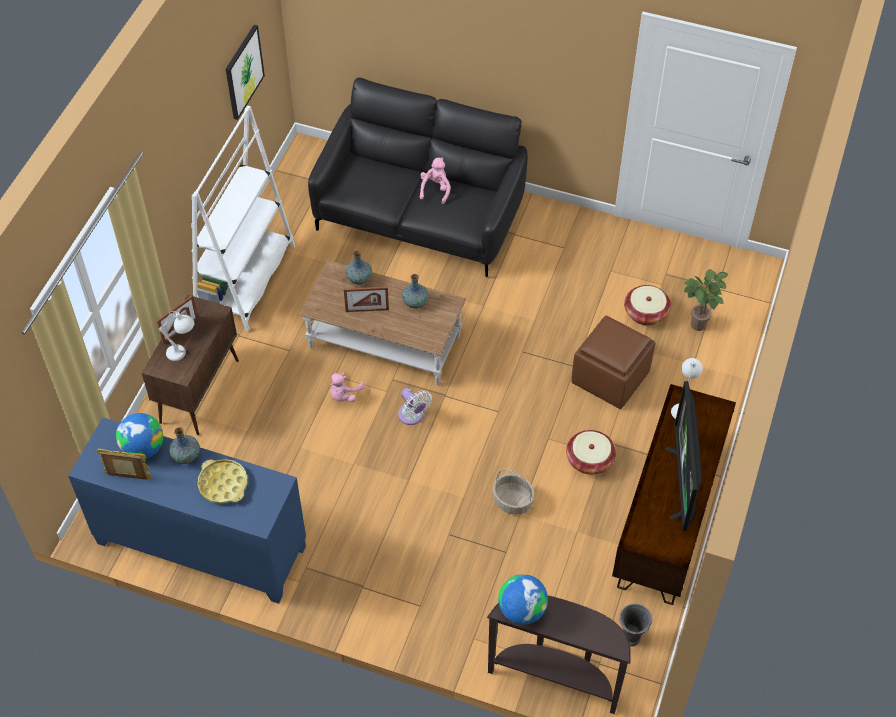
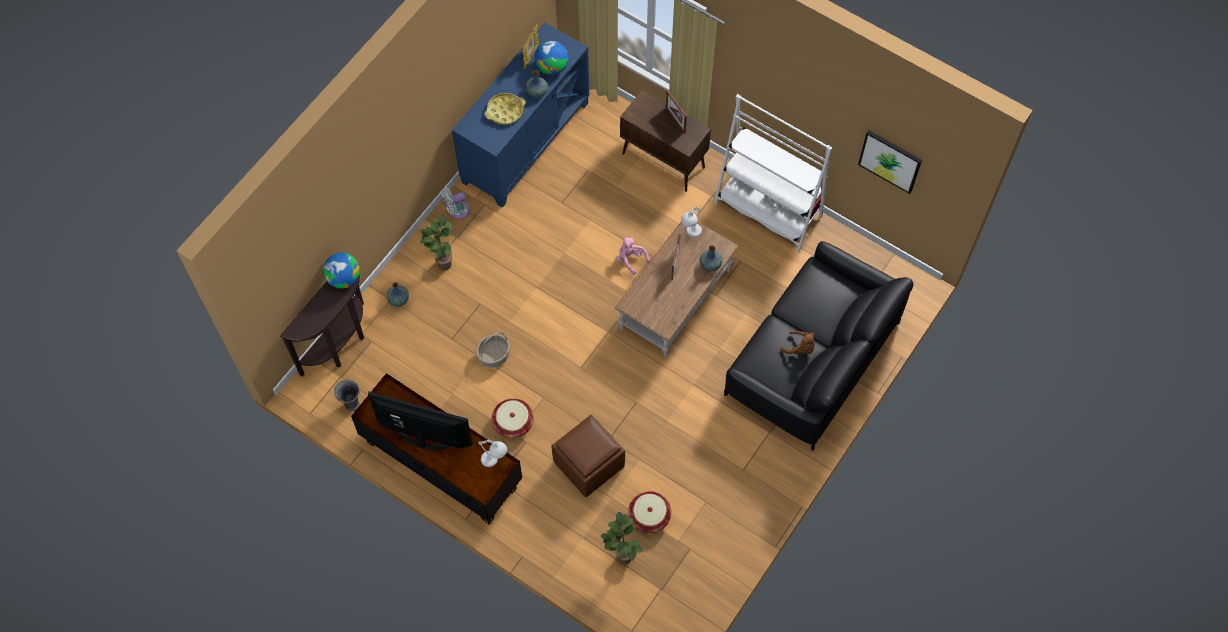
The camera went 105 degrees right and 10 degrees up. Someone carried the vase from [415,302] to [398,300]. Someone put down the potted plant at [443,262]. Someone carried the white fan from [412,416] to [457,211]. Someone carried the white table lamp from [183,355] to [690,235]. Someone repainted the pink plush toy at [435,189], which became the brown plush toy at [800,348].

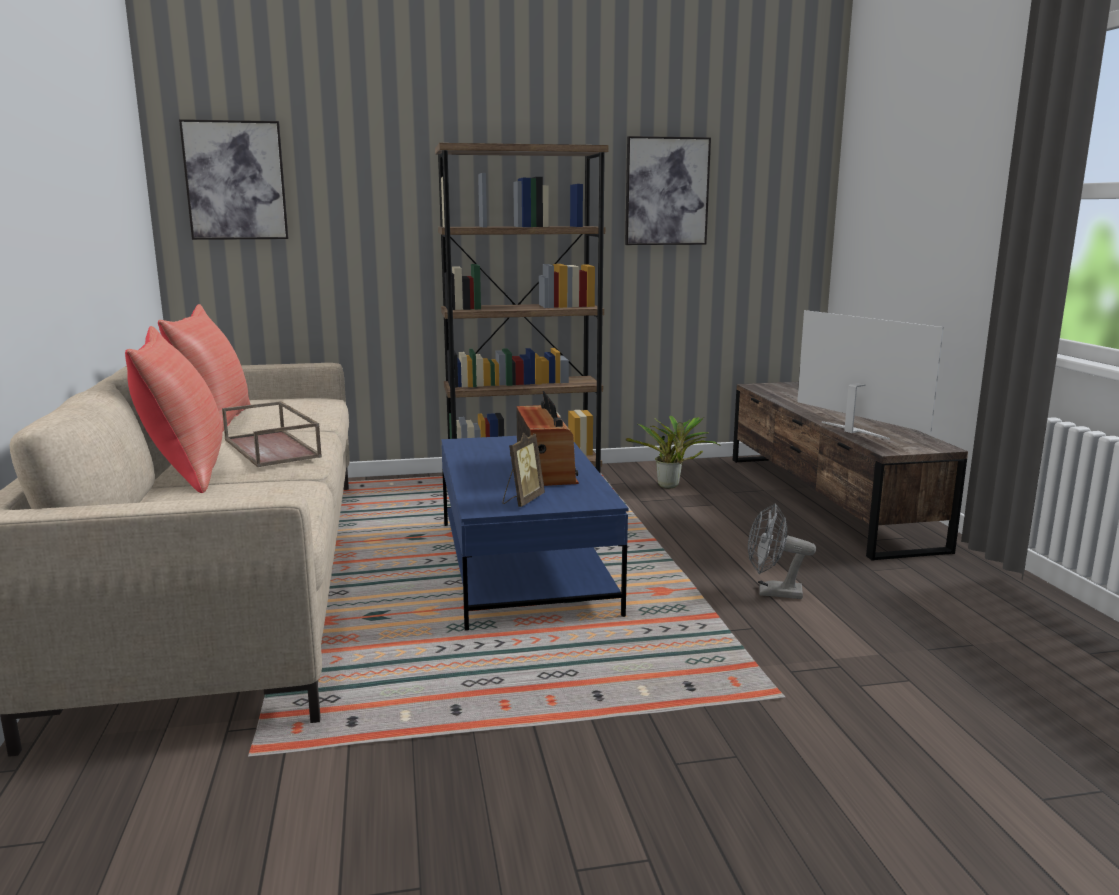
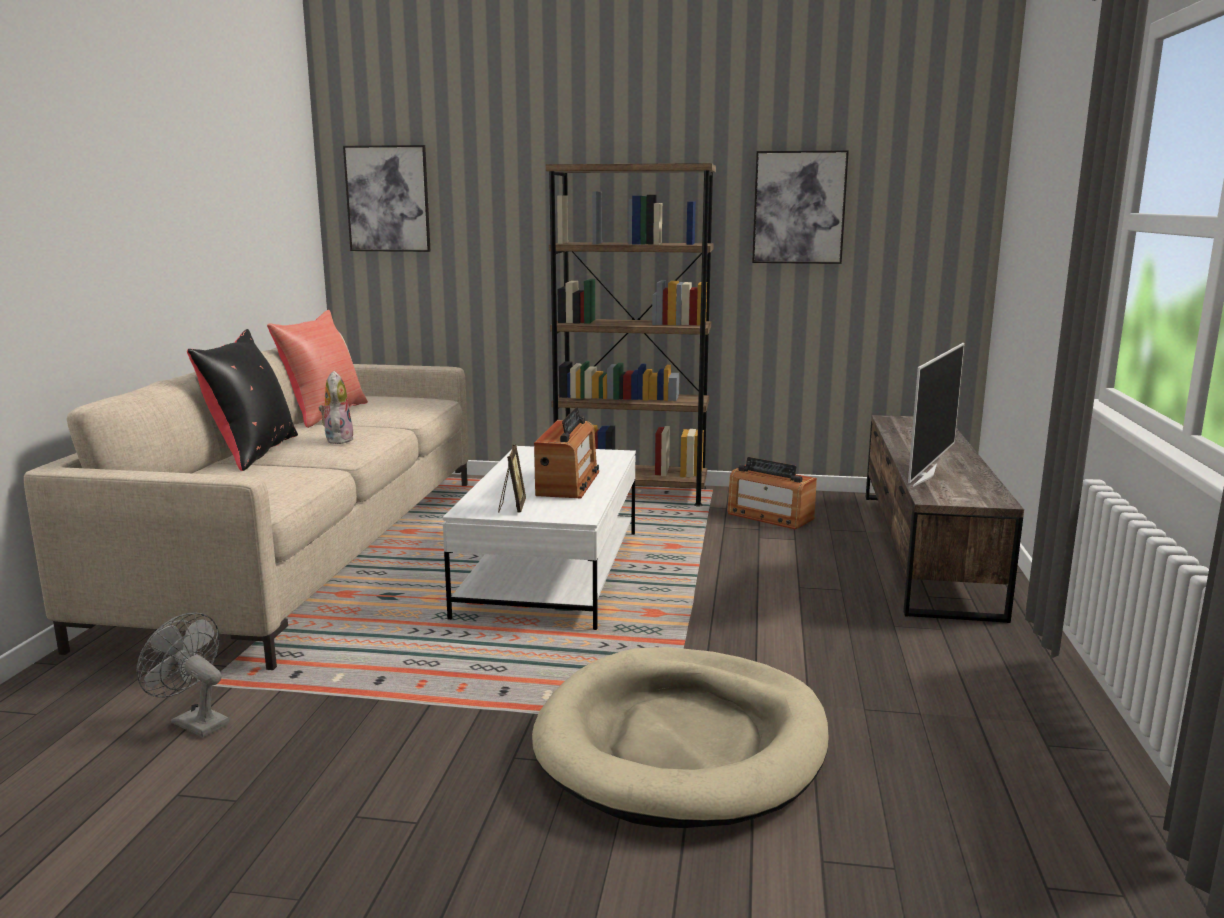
The camera went 20 degrees right and 0 degrees up. Someone carried the grey fan from [772,592] to [193,722]. Someone repainted the red pillow at [185,471], which became the black pillow at [252,452]. Someone swapped the brown tray at [273,448] for the plush toy at [337,440]. Someone repainted the blue coffee table at [523,566], which became the white coffee table at [551,572]. Someone rotated the picture frame at [522,501] by 45 degrees counterclockwise. Someone put down the beige dog bed at [682,743]. Someone swapped the potted plant at [671,486] for the radio at [769,516]. Someone rotated the television at [853,431] by 45 degrees clockwise.

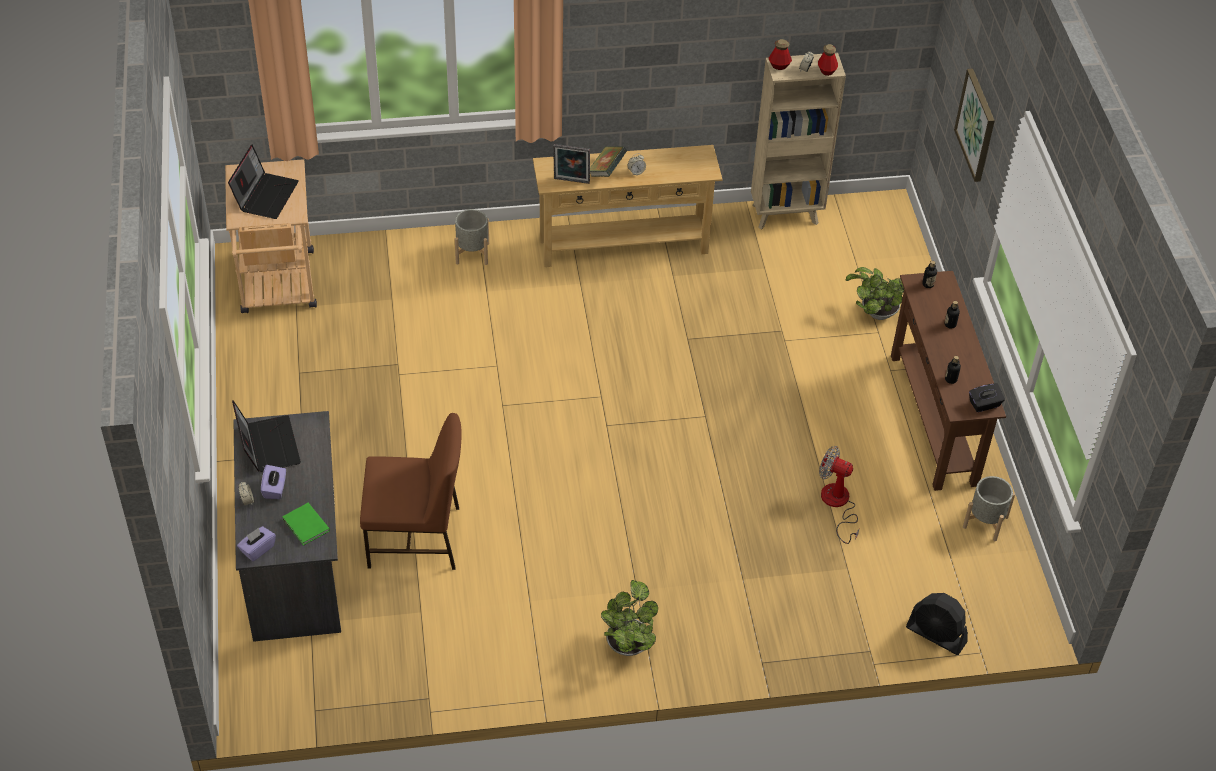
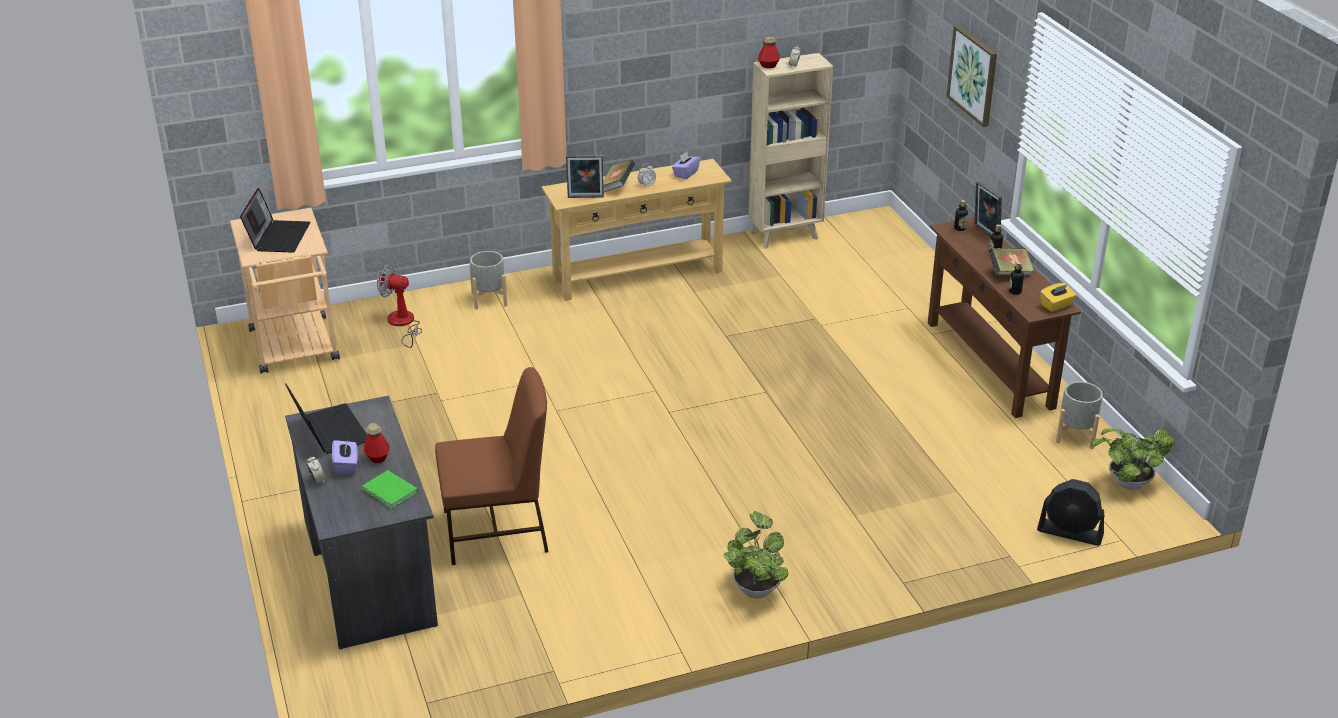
The camera went 10 degrees left and 15 degrees down. Someone carried the bottle from [826,71] to [377,457]. Someone carried the fan from [837,504] to [403,324]. Someone carried the purple tissue box from [257,549] to [685,173]. Someone put down the picture frame at [985,233]. Someone put down the book at [1009,273]. Someone repainted the black tissue box at [984,404], which became the yellow tissue box at [1056,305]. Someone carried the potted plant from [876,313] to [1125,483].

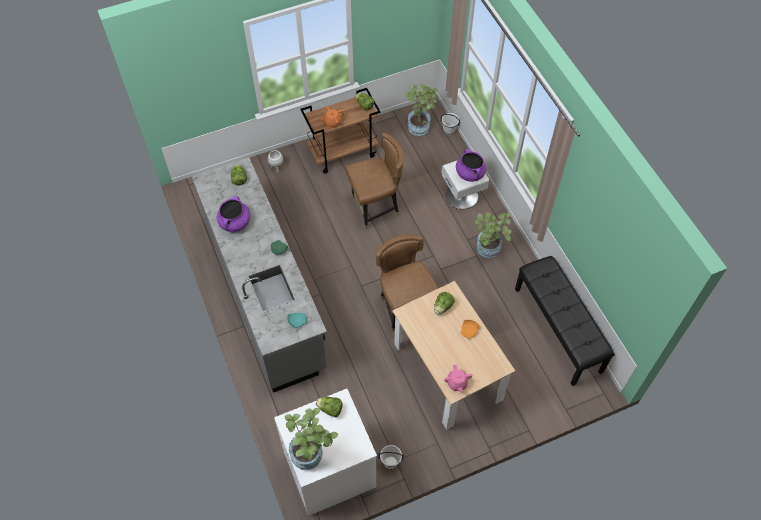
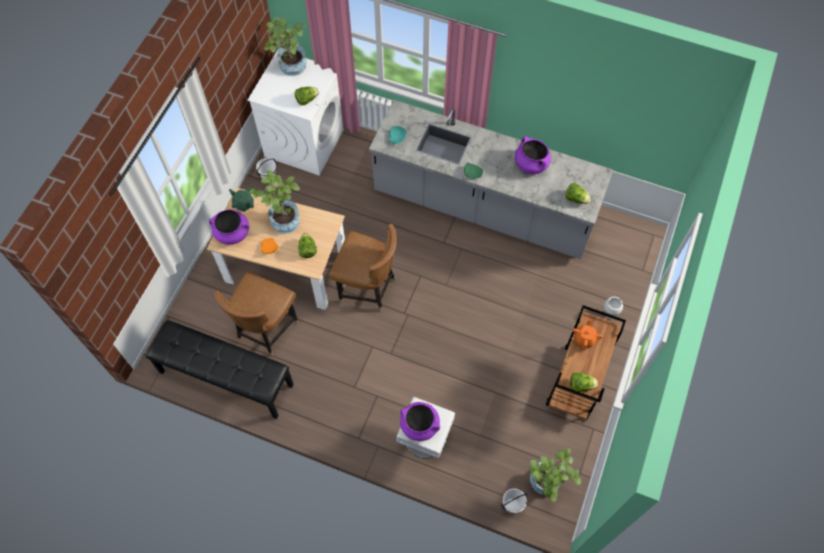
The camera went 135 degrees right and 5 degrees up. Someone put down the purple cooking pot at [232,233]. Someone carried the brown chair from [375,208] to [266,330]. Someone repainted the pink teapot at [457,383], which became the green teapot at [243,204]. Someone carried the potted plant from [488,251] to [283,218].

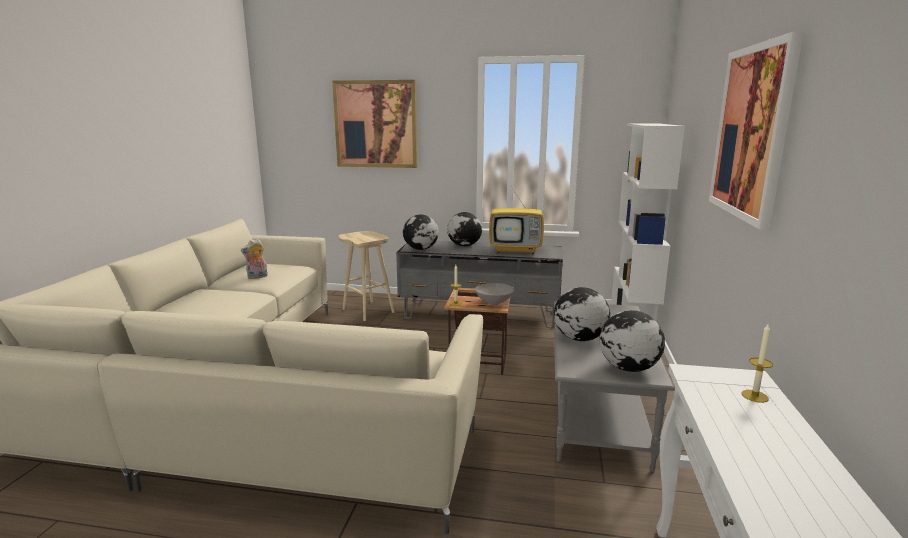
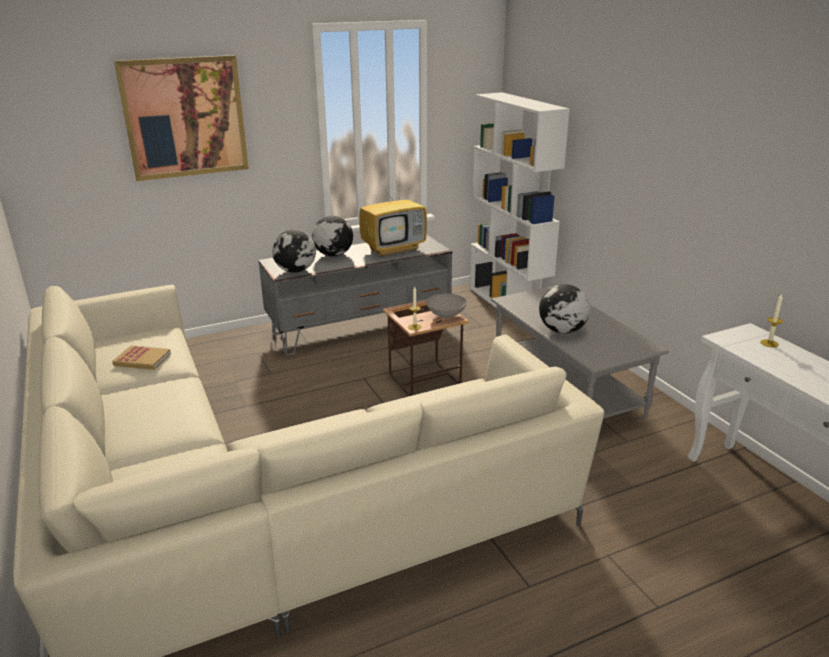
The camera went 35 degrees left and 10 degrees up. Someone swapped the plush toy at [257,277] for the book at [142,360]. Someone took away the beige stool at [369,311]. Someone took away the globe at [627,368]. Someone took away the picture at [751,132].

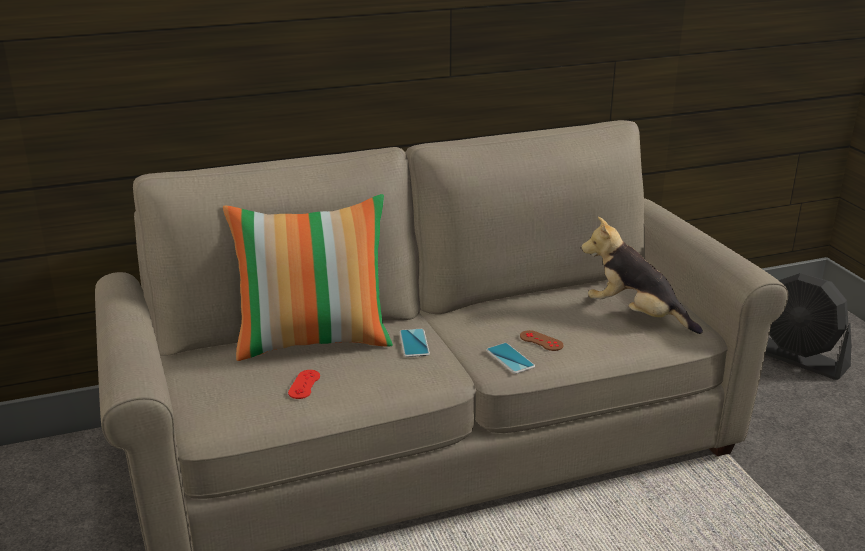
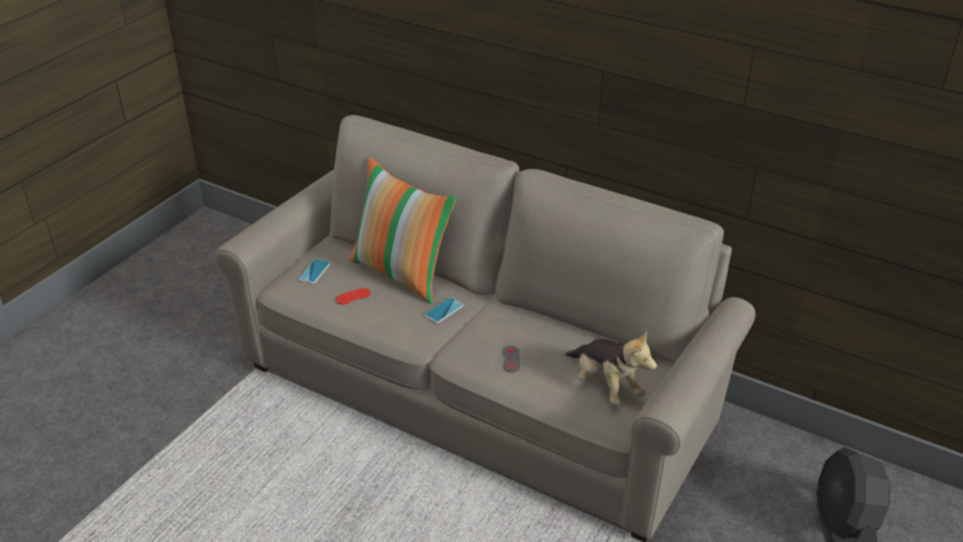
The camera went 50 degrees right and 10 degrees up. Someone carried the phone from [510,359] to [314,271]. Someone repainted the brown game controller at [541,341], which became the grey game controller at [511,359]. Someone rotated the plush toy at [635,315] by 150 degrees clockwise.

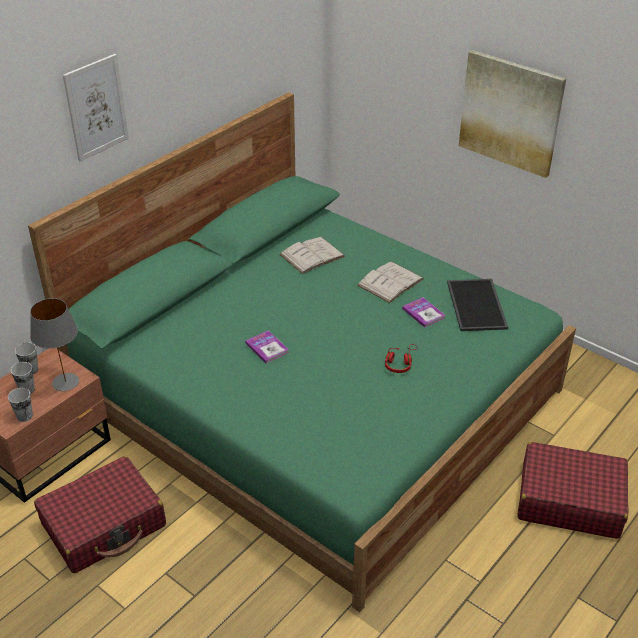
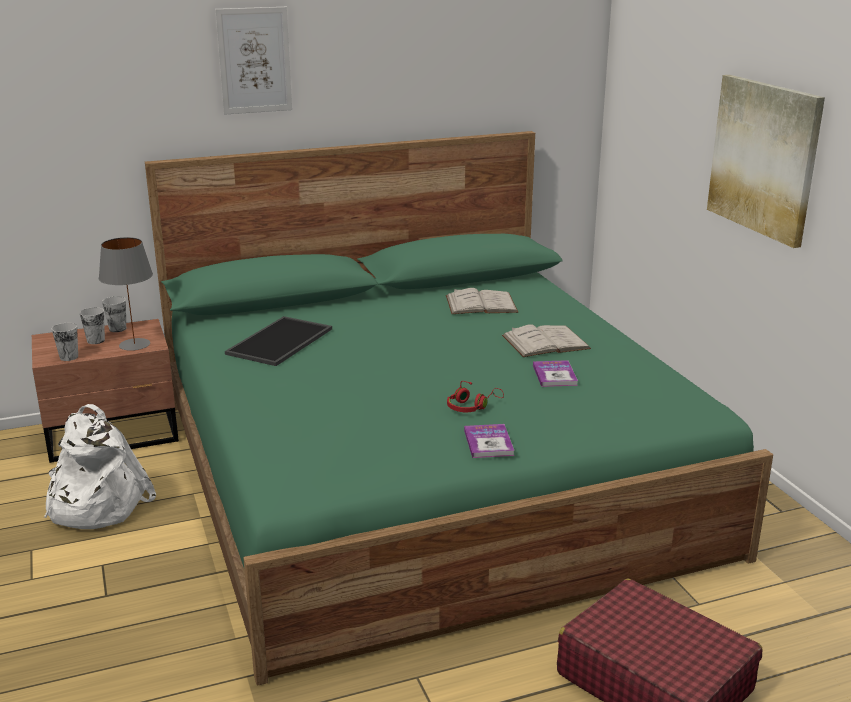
The camera went 30 degrees right and 15 degrees down. Someone swapped the red suitcase at [104,525] for the white backpack at [94,504]. Someone carried the tray from [478,305] to [281,342]. Someone carried the book from [267,348] to [488,443].

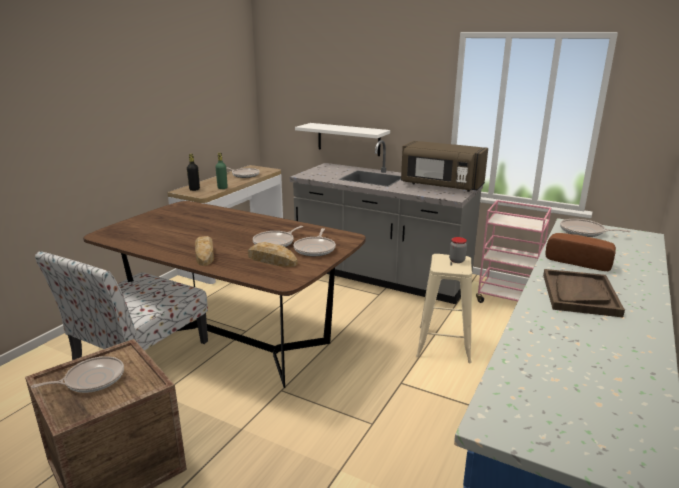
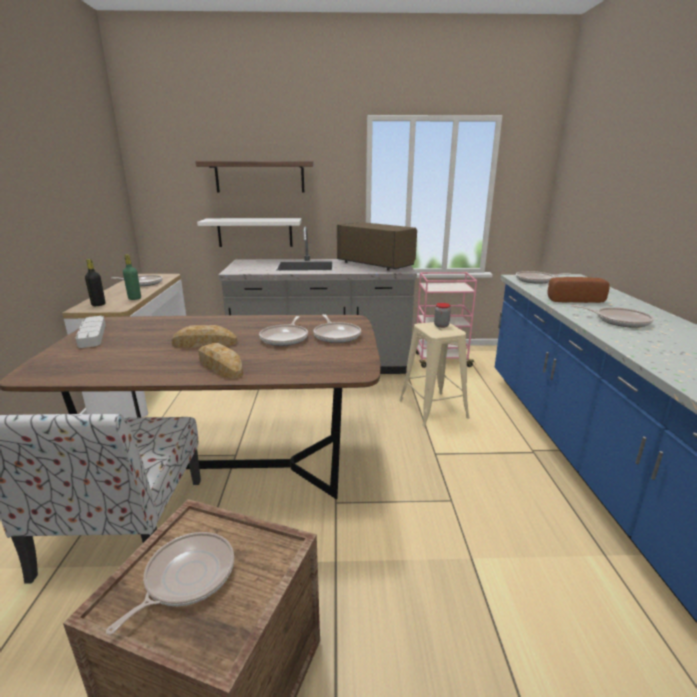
The camera went 30 degrees left and 0 degrees up. Someone put down the grey tray at [92,335]. Someone carried the bread from [271,260] to [204,343]. Someone put up the shelf at [259,177]. Someone rotated the brown microwave at [440,185] by 135 degrees counterclockwise. Someone swapped the brown tray at [579,294] for the frying pan at [619,321].

